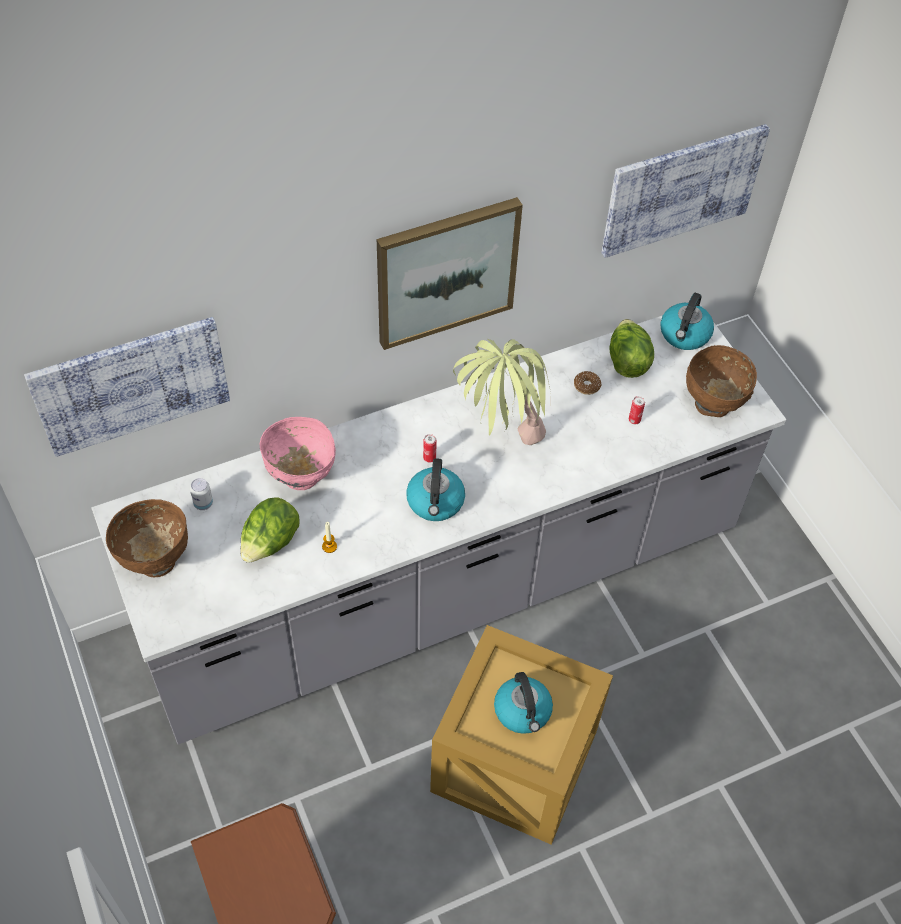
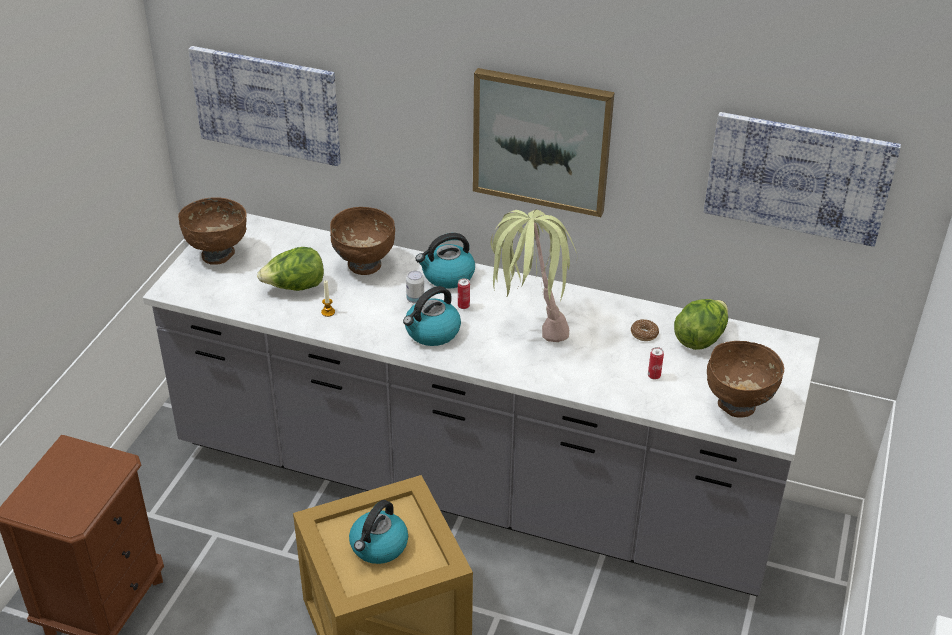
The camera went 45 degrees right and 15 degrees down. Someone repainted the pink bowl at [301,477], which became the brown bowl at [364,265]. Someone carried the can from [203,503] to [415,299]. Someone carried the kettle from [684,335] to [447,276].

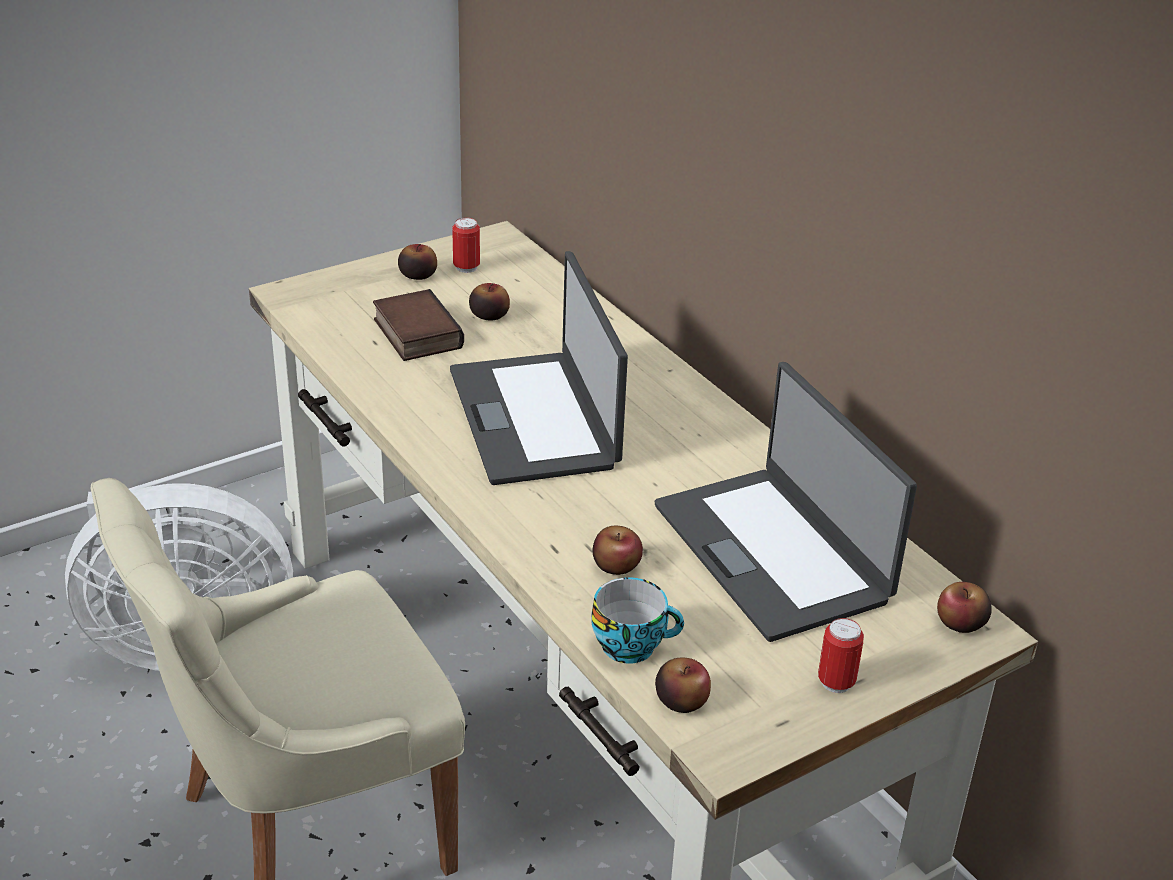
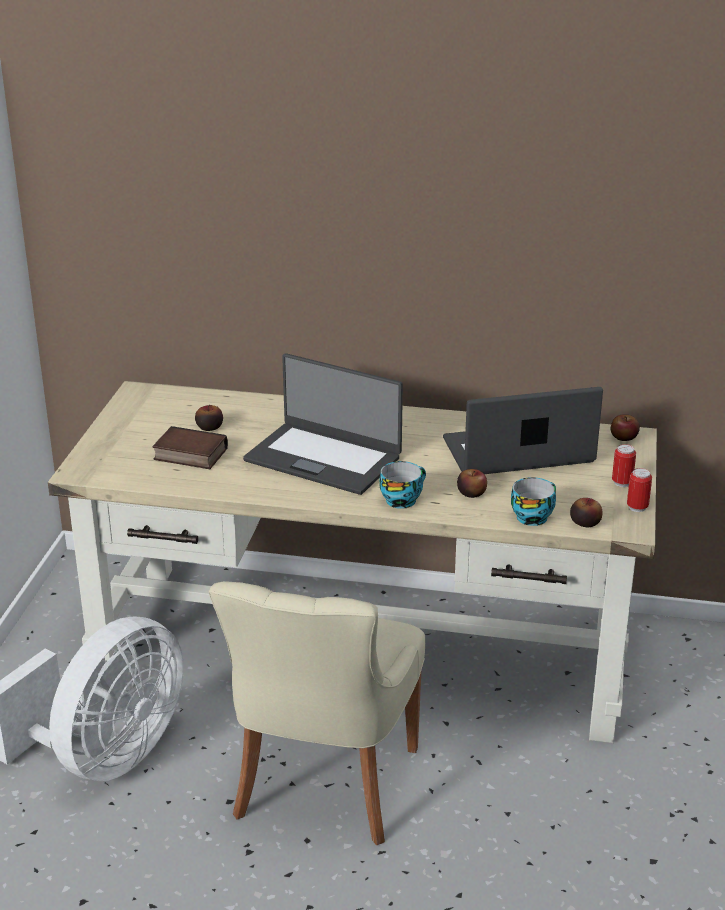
The camera went 45 degrees left and 5 degrees down. Someone put down the cup at [402,499]. Someone rotated the laptop at [773,552] by 150 degrees clockwise. Someone carried the can from [466,267] to [637,507]. Someone took away the apple at [418,275].

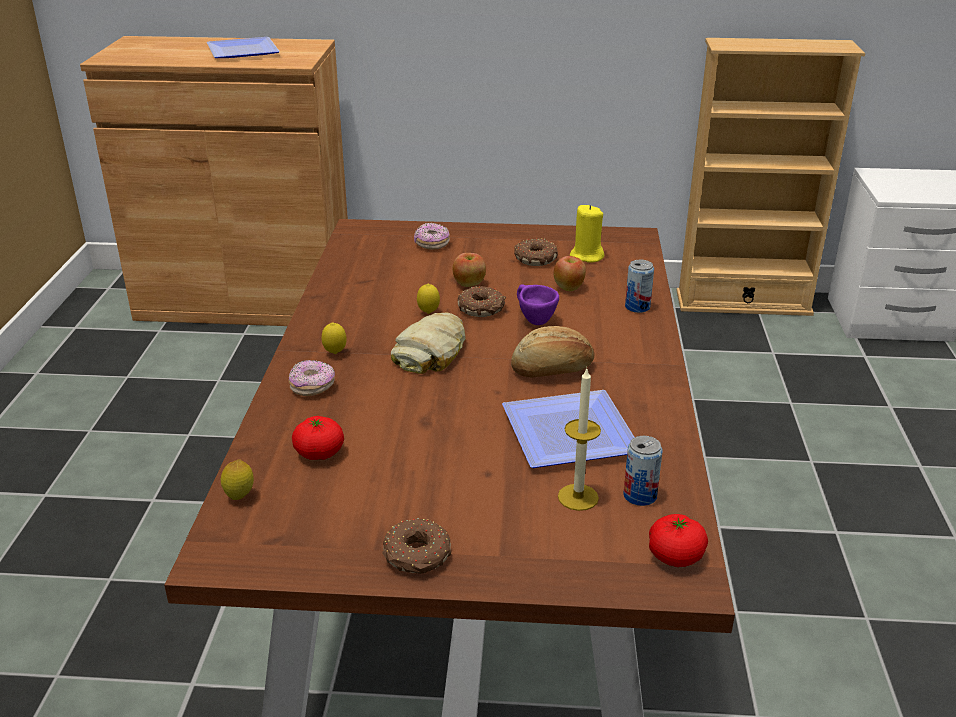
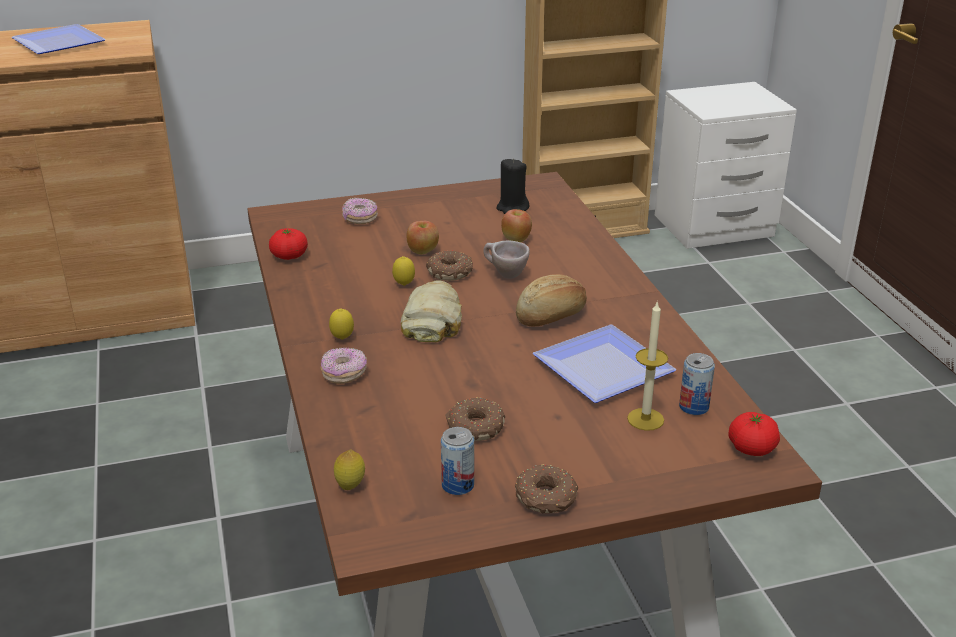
The camera went 20 degrees left and 0 degrees up. Someone carried the tomato from [319,453] to [289,256]. Someone carried the can from [637,307] to [457,485]. Someone carried the donut from [535,258] to [474,427]. Someone repainted the purple cup at [533,320], which became the beige cup at [504,274]. Someone repainted the yellow candle at [586,256], which became the black candle at [512,208].

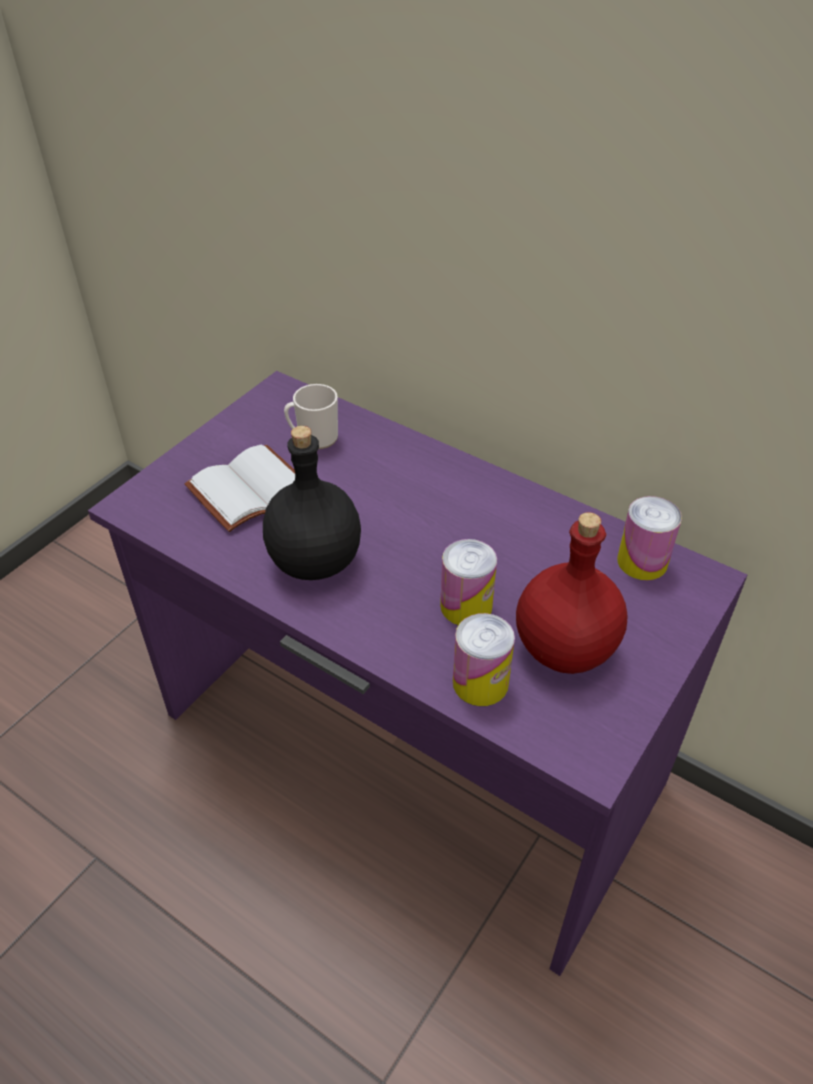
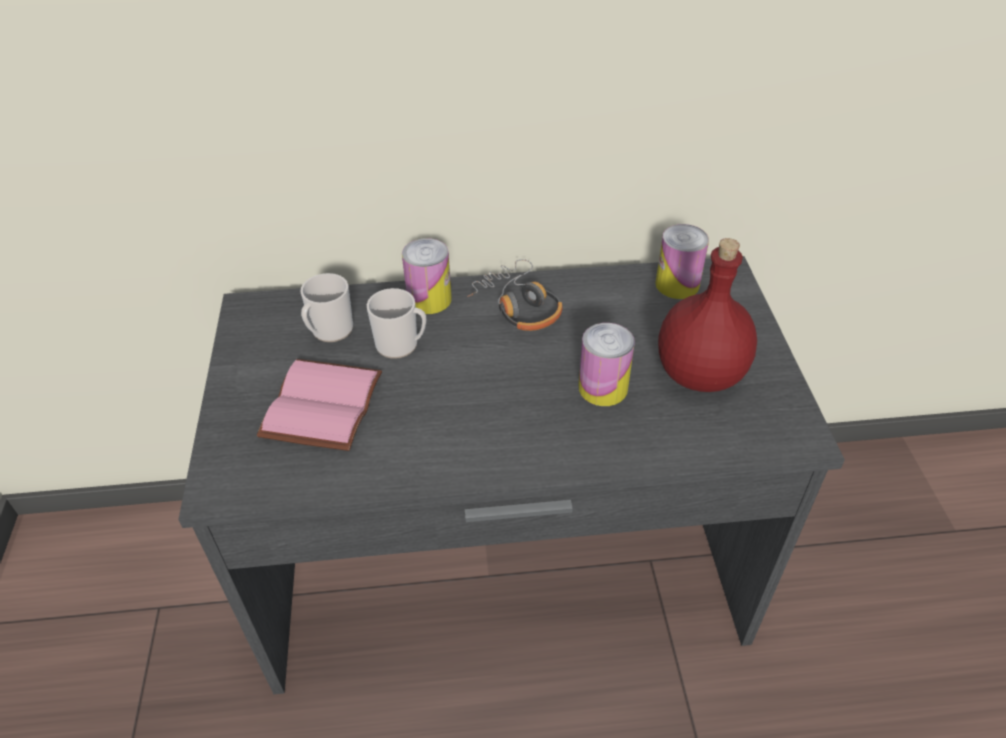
The camera went 40 degrees left and 0 degrees up. Someone repainted the purple desk at [406,752], which became the grey desk at [505,572]. Someone repainted the white book at [249,487], which became the pink book at [320,404]. Someone put down the mug at [401,345]. Someone carried the can from [480,682] to [429,299]. Someone put down the headphones at [518,306]. Someone took away the black bottle at [313,561].

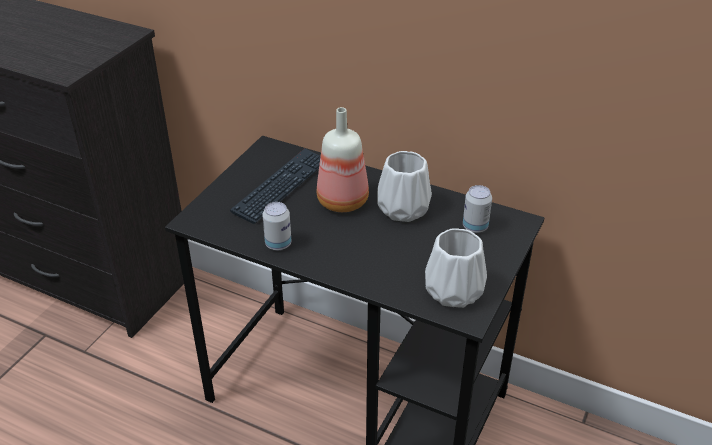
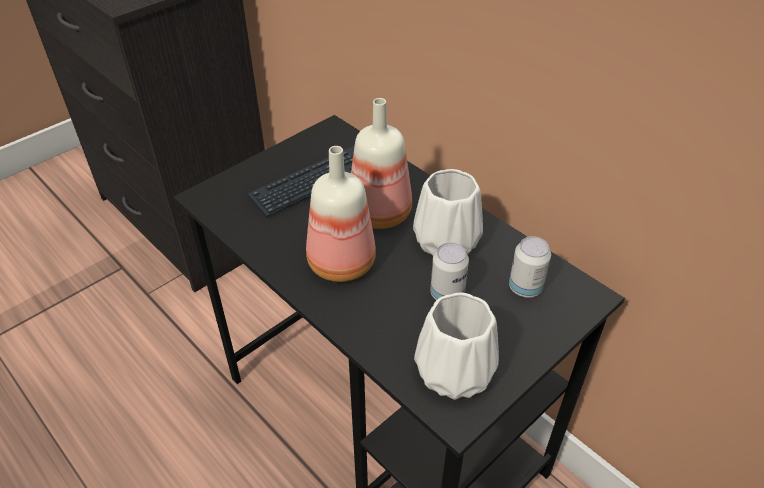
The camera went 20 degrees right and 5 degrees up. Someone put down the bottle at [339,264]. Someone carried the can from [278,244] to [447,294].

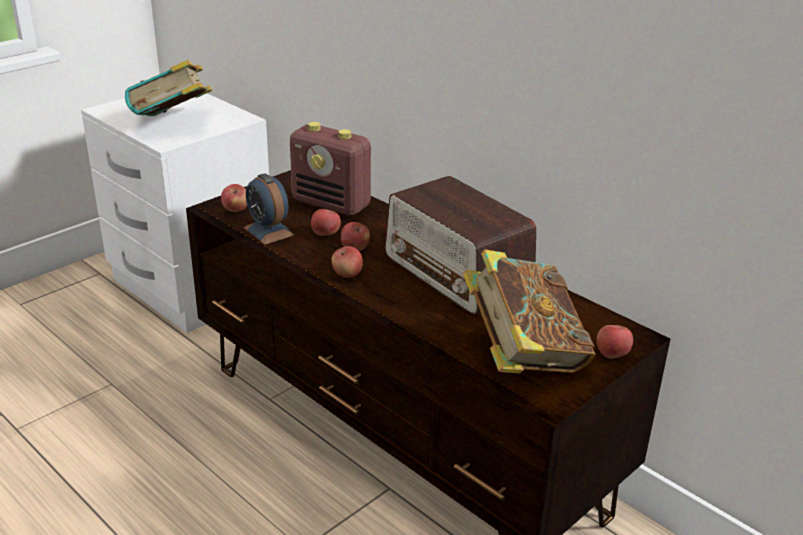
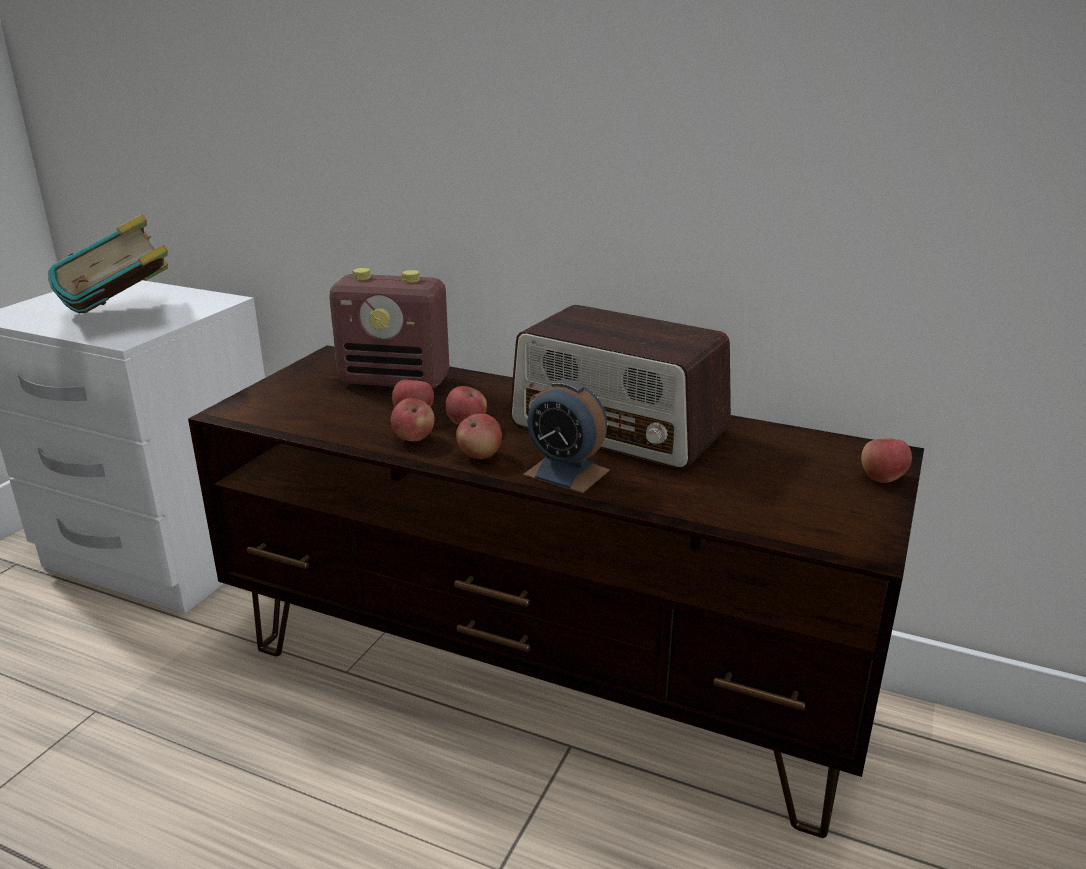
The camera went 20 degrees left and 5 degrees down. Someone carried the apple from [236,210] to [413,439]. Someone carried the alarm clock from [268,231] to [566,473]. Someone took away the book at [523,355].

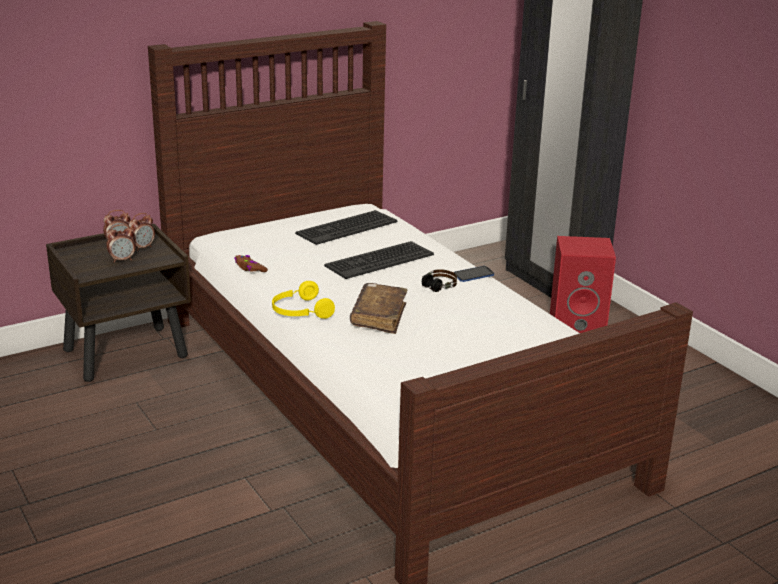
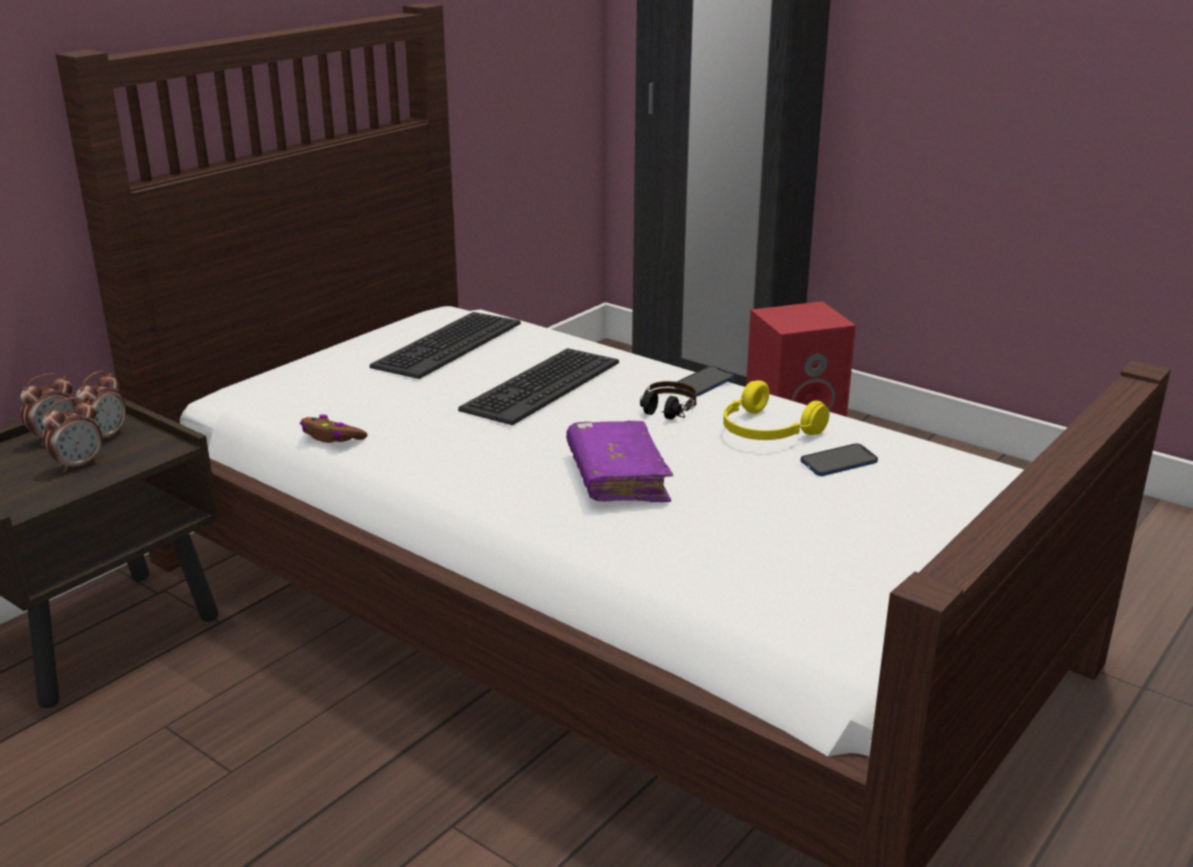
The camera went 20 degrees left and 0 degrees up. Someone repainted the brown book at [379,316], which became the purple book at [617,477]. Someone carried the yellow headphones from [300,311] to [765,431]. Someone put down the phone at [839,462].

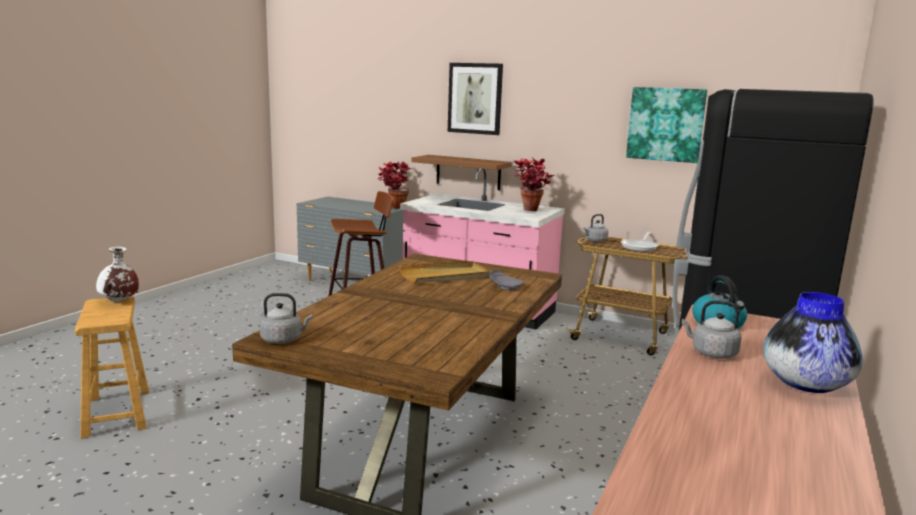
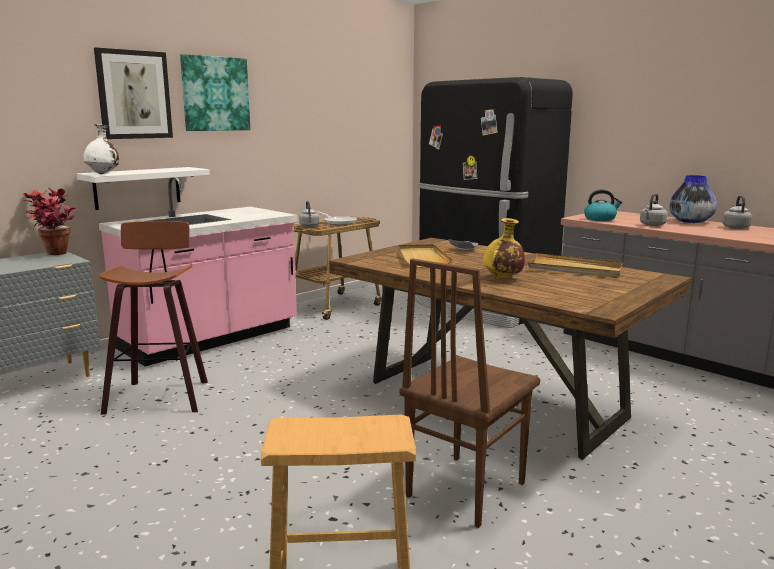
The camera went 70 degrees left and 0 degrees up. Someone repainted the brown shelf at [468,172], which became the white shelf at [137,187]. Someone carried the white vase from [119,302] to [103,174]. Someone carried the picture from [665,124] to [215,94]. Someone put down the brown chair at [463,489]. Someone put down the yellow vase at [502,279]. Someone put down the beige tray at [575,269]. Someone carried the grey kettle from [283,339] to [735,227]. Someone took away the potted plant at [530,211].

